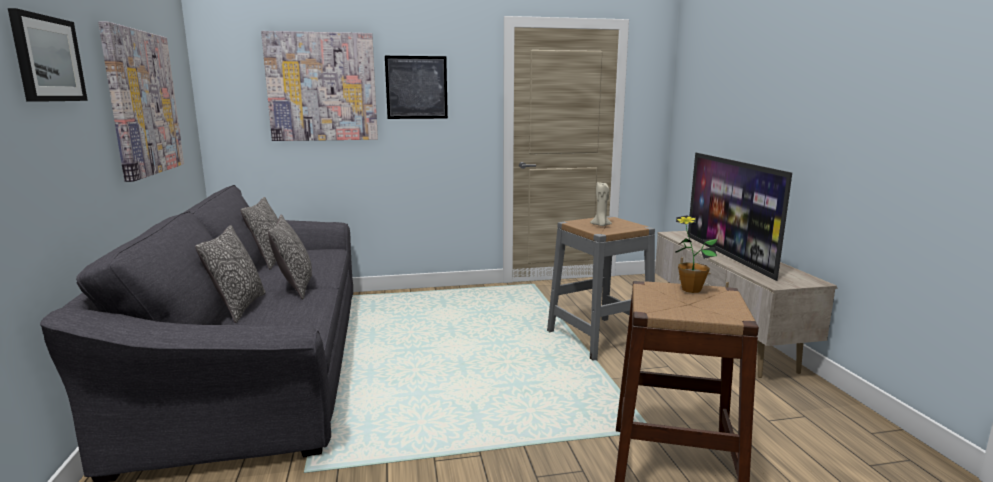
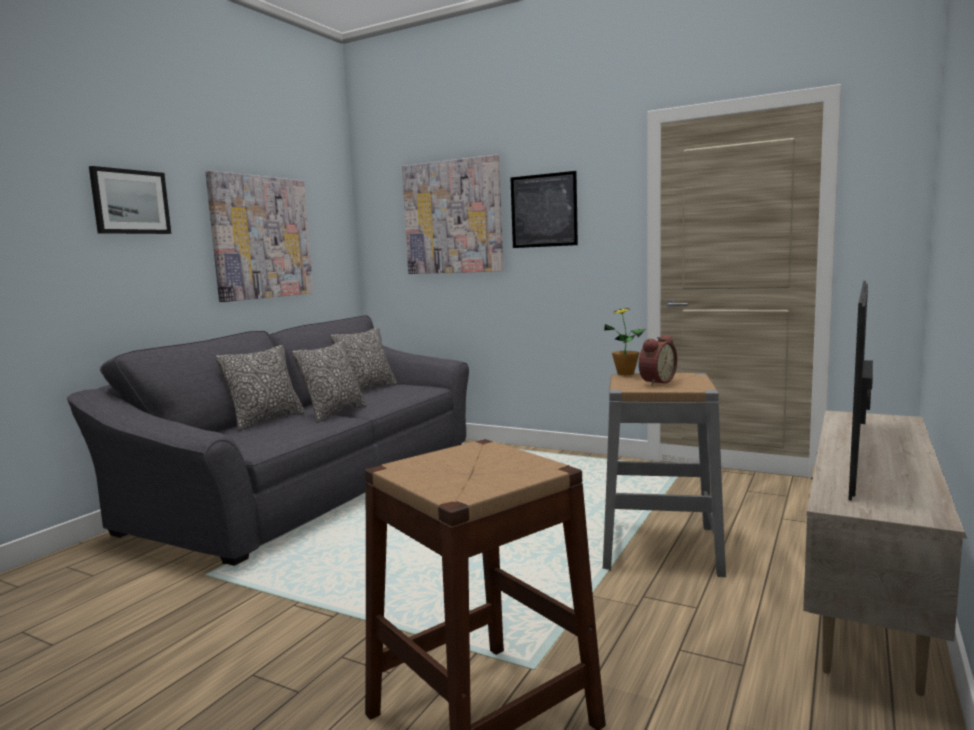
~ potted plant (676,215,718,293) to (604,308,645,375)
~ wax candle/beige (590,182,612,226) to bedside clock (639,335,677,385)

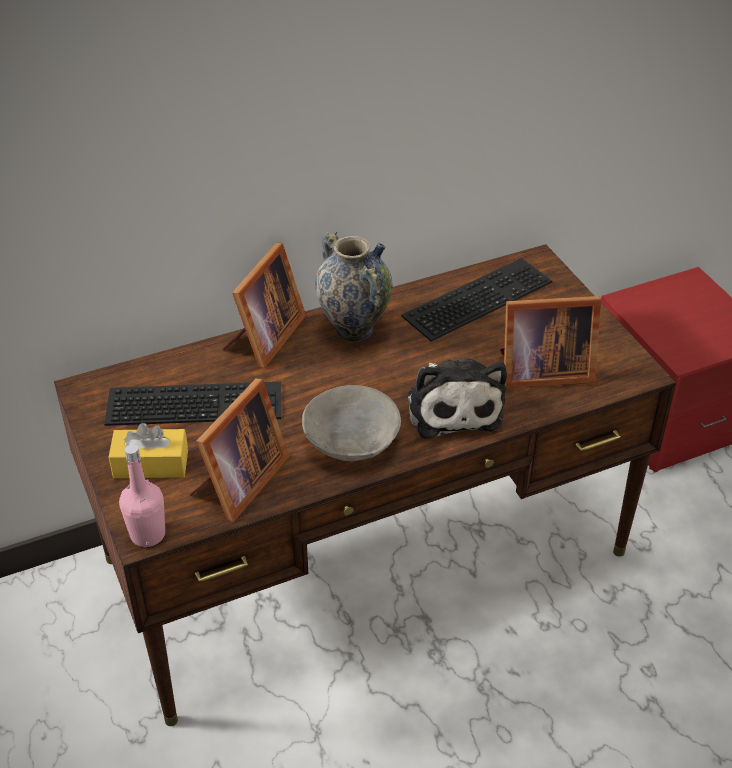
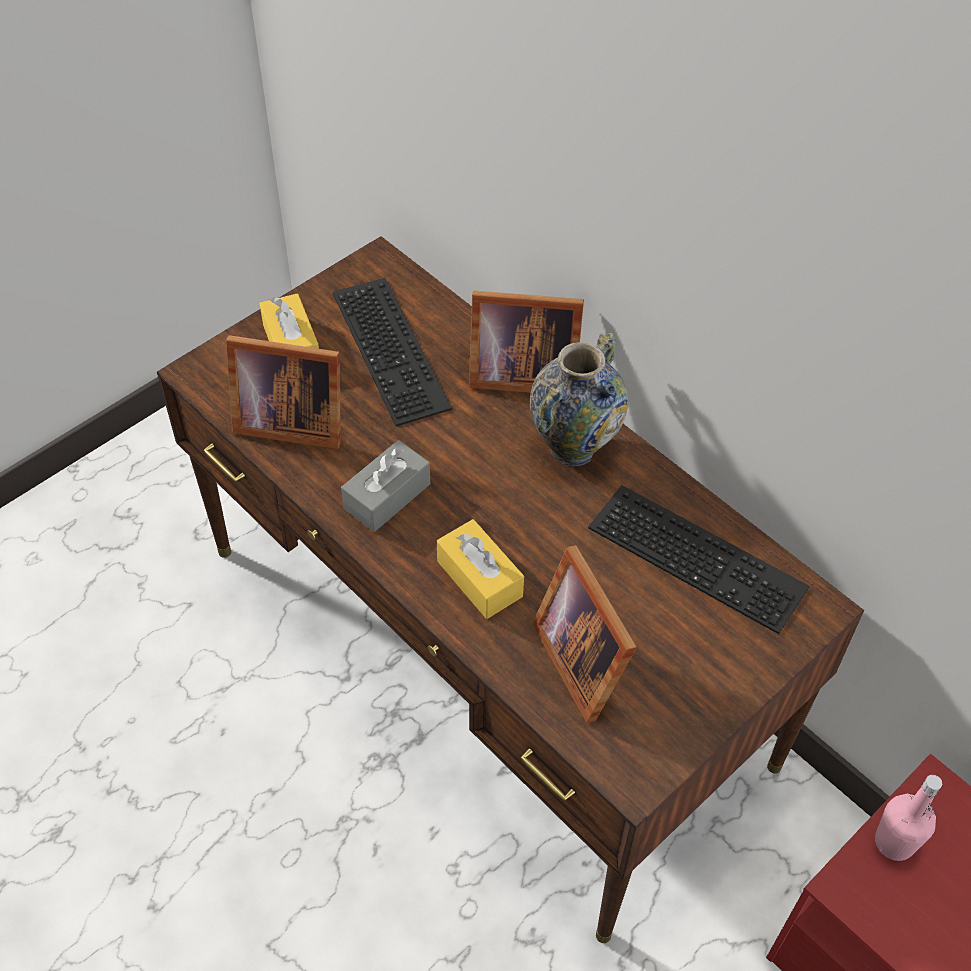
~ bottle/pink-coloured (119,444,165,547) to (875,775,942,861)
~ serving bowl/grey (302,385,401,461) to tissue holder/grey (341,440,430,532)
~ cuddly toy (407,358,507,438) to tissue holder/yellowish (437,519,524,619)

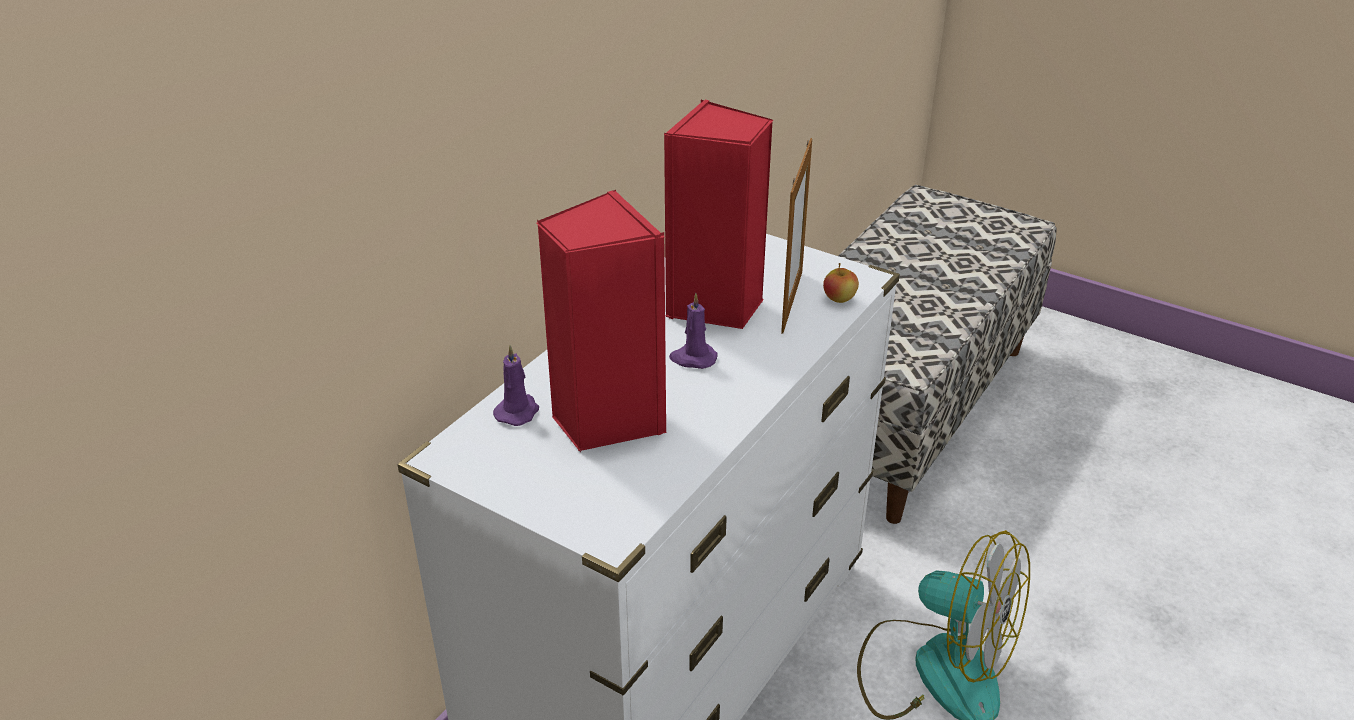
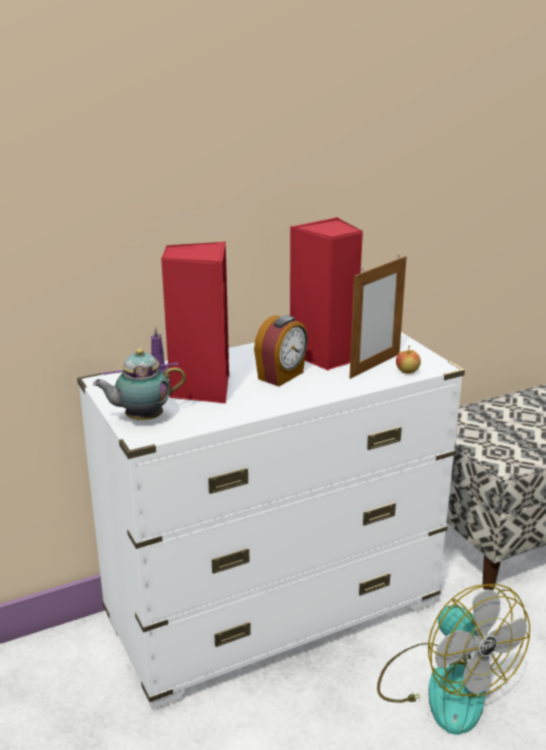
+ teapot (93,349,186,420)
~ wax candle/purple-coloured (669,293,718,369) to bedside clock (254,315,308,387)

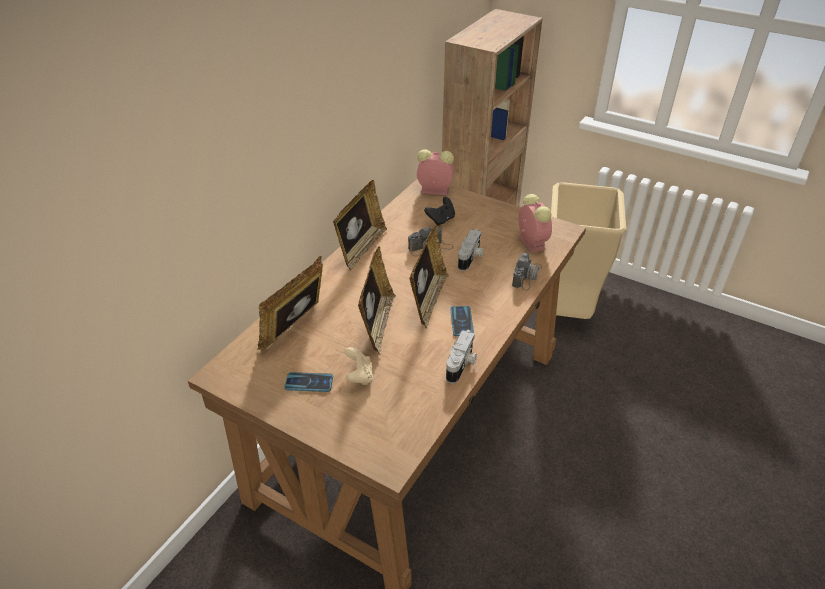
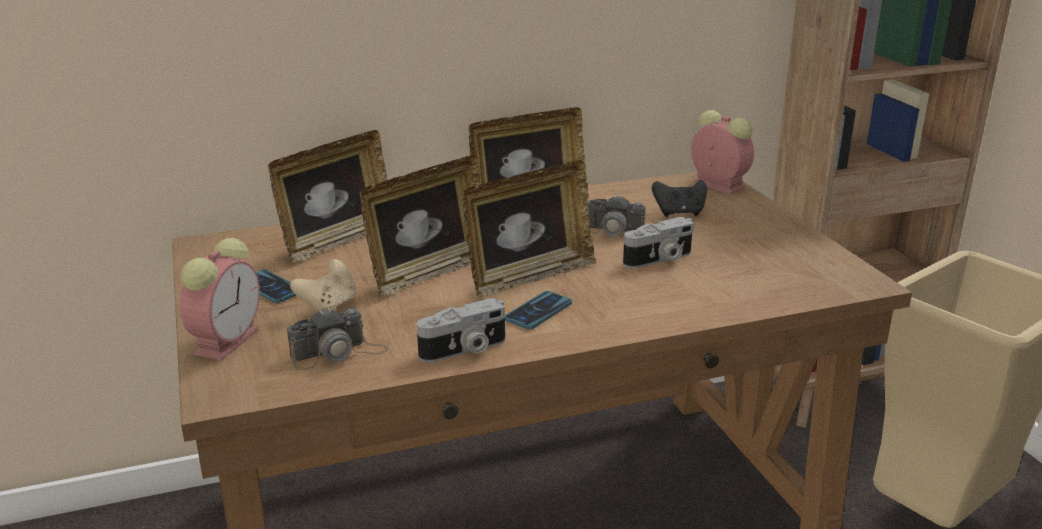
~ still camera (512,253,542,291) to (287,307,388,370)
~ bedside clock (518,194,552,253) to (180,238,260,361)
~ standing frame (257,255,323,350) = (268,130,388,263) 150 degrees clockwise

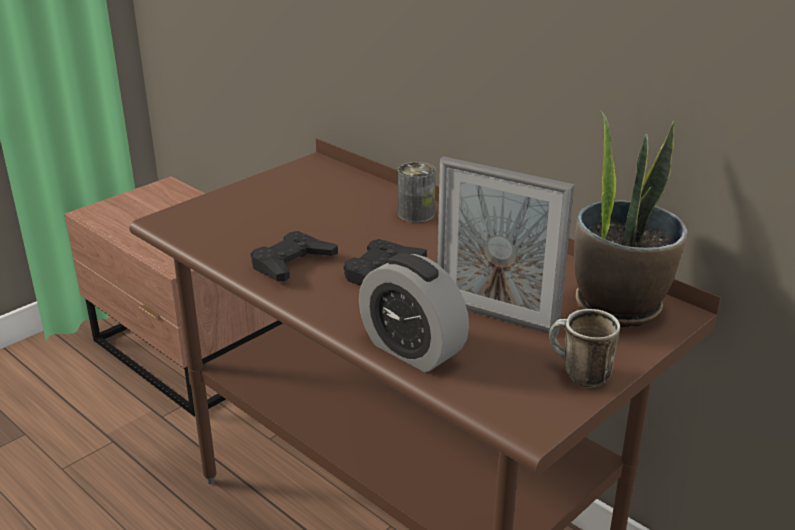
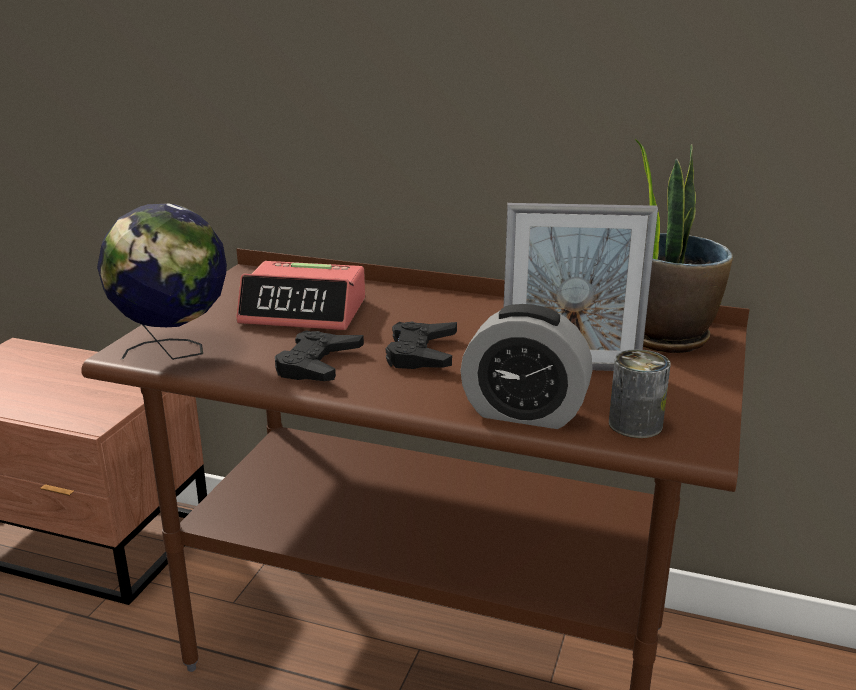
- coffee mug (549,309,620,388)
+ desk globe (97,204,227,360)
+ bedside clock (236,261,365,330)
~ metal can (398,162,436,223) to (609,349,671,438)

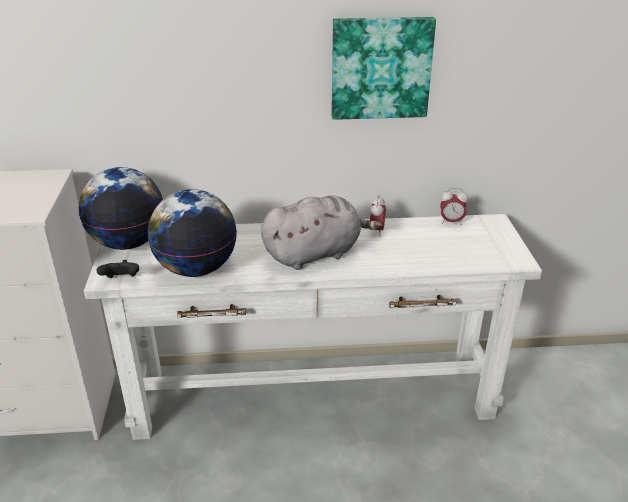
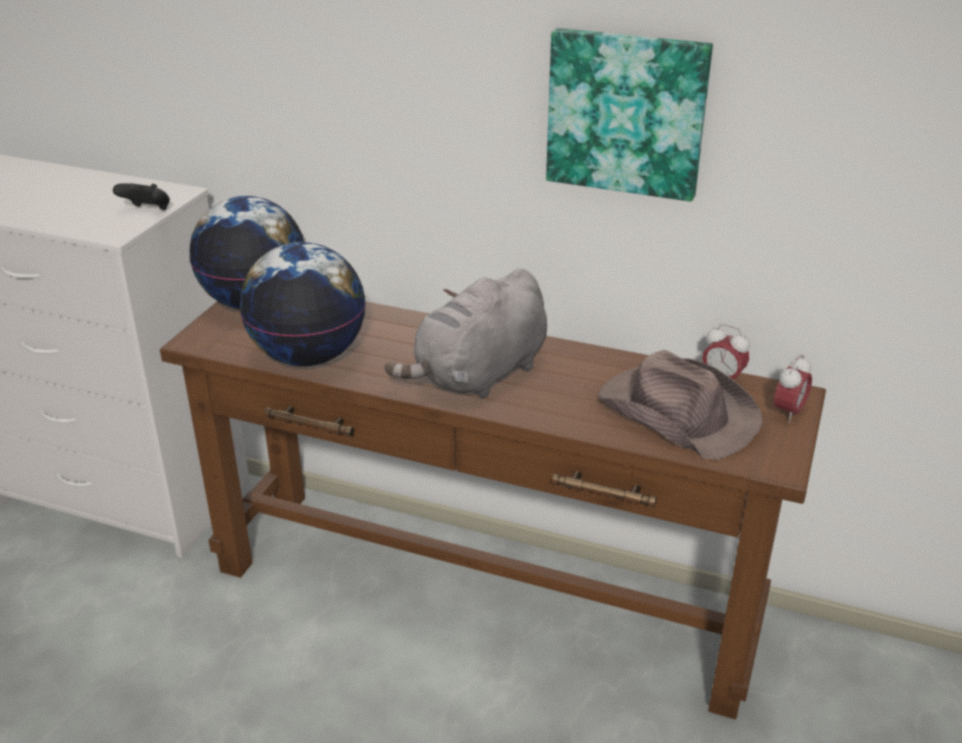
+ hat/brownish (598,350,763,460)
~ gamepad/black (97,260,139,278) to (113,183,170,210)
~ bedside clock (370,195,386,234) to (774,354,812,423)
~ console table/whitish (84,214,542,440) to console table/brownish (160,301,826,720)
~ cuddly toy/grey (261,195,382,270) = (385,268,547,399) 135 degrees clockwise

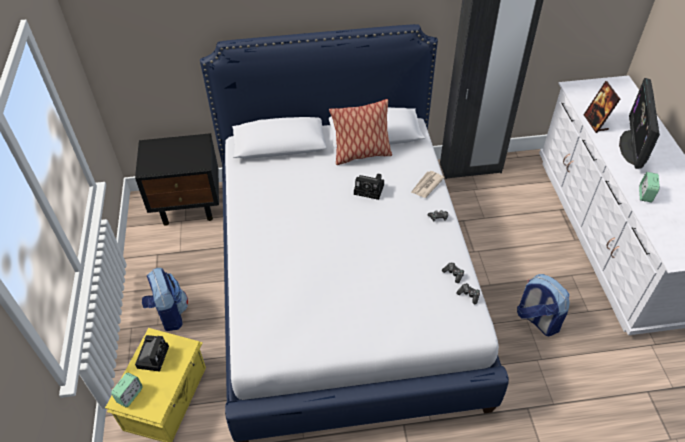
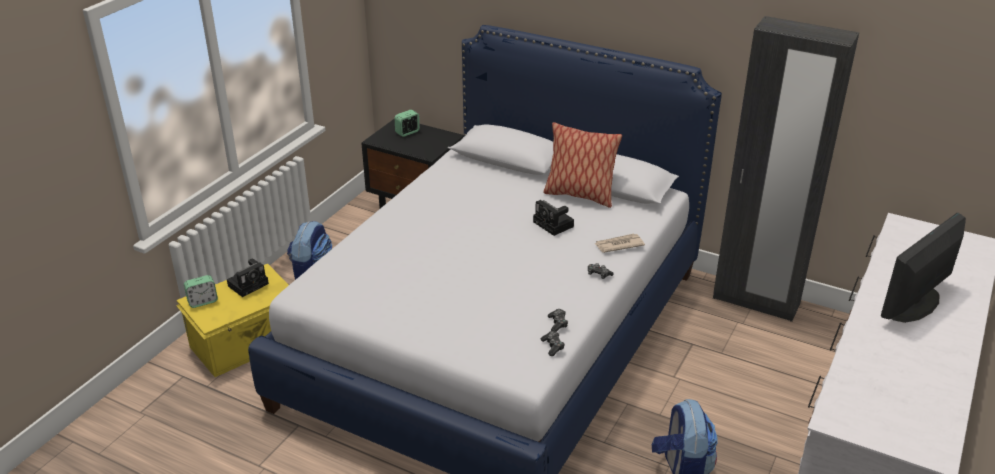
- standing frame (584,81,620,133)
~ bedside clock (639,172,660,202) to (395,110,420,137)

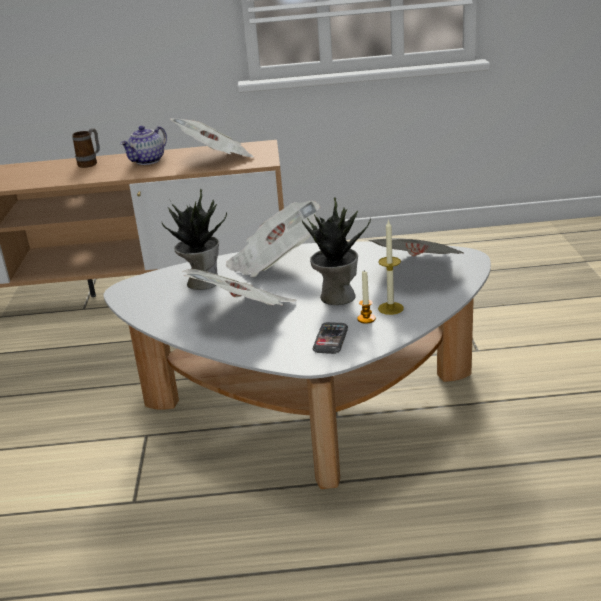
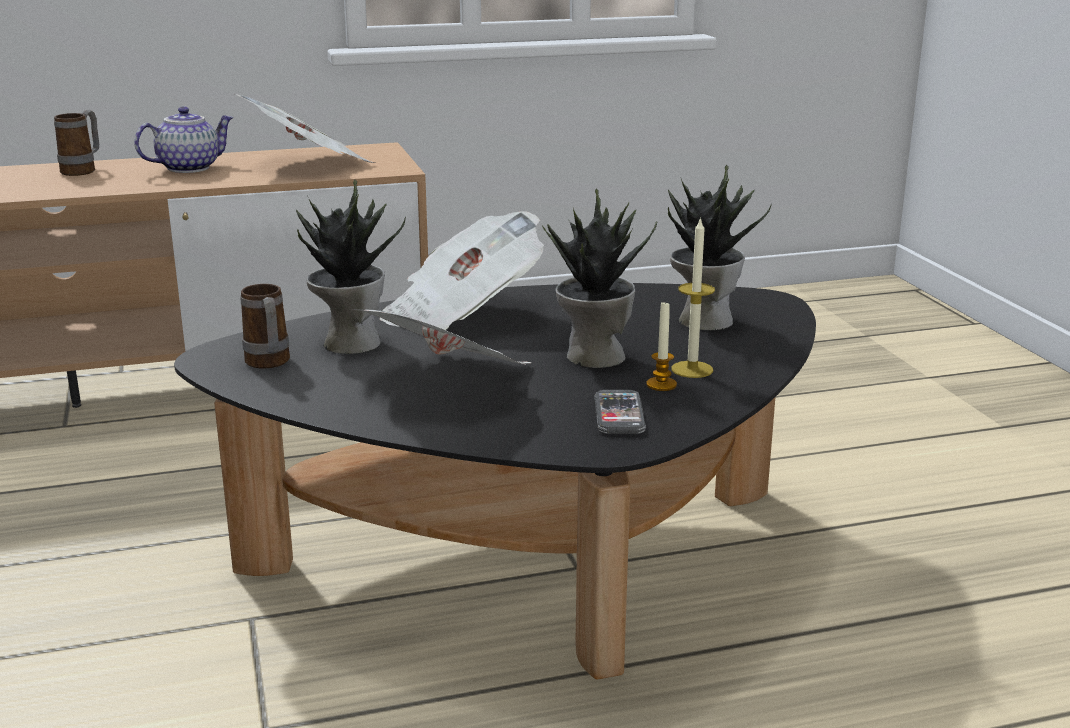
+ coffee mug (240,284,290,368)
~ newspaper (363,238,463,256) to potted plant (667,165,772,330)
~ coffee table/whitish (103,241,491,489) to coffee table/black (174,283,816,680)
~ teapot (120,126,167,165) = (134,106,234,173) 150 degrees counterclockwise

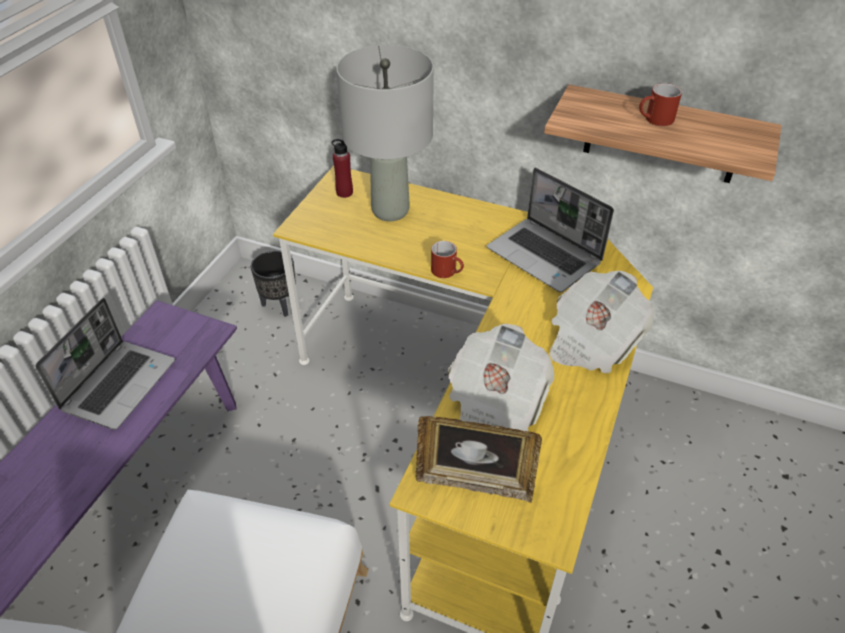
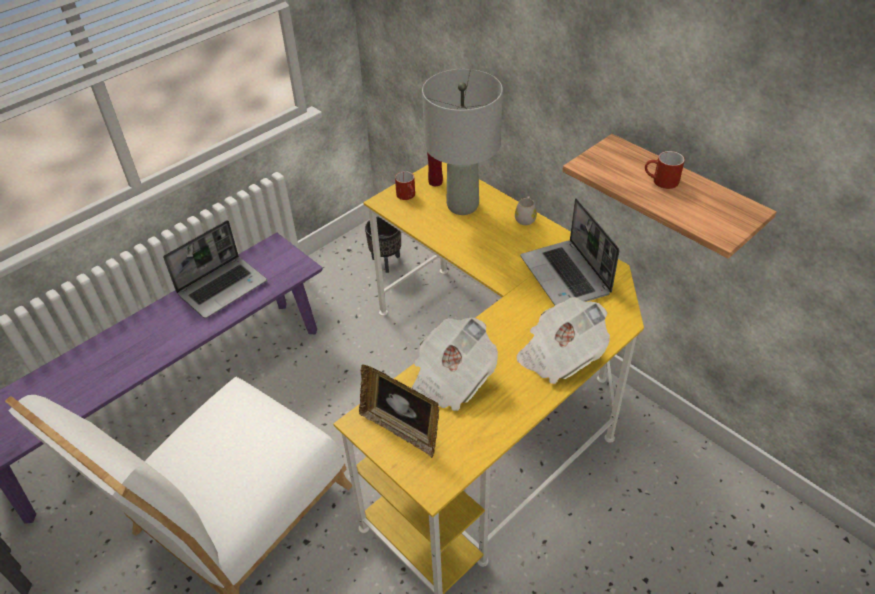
+ coffee mug/whitish (515,196,537,225)
~ coffee mug/red-coloured (431,241,464,278) to (395,171,415,200)

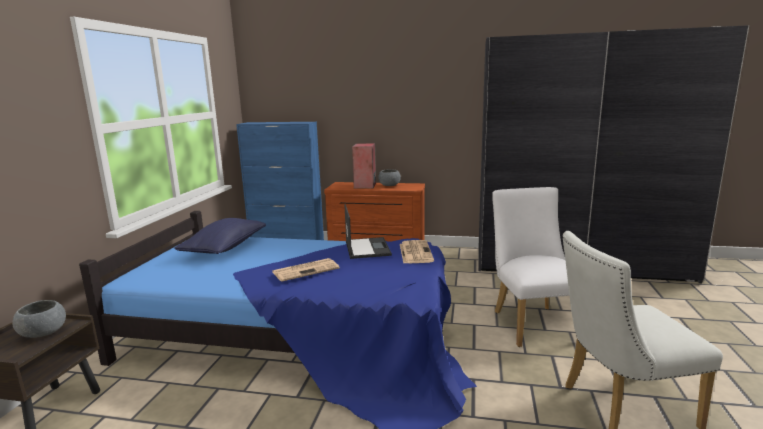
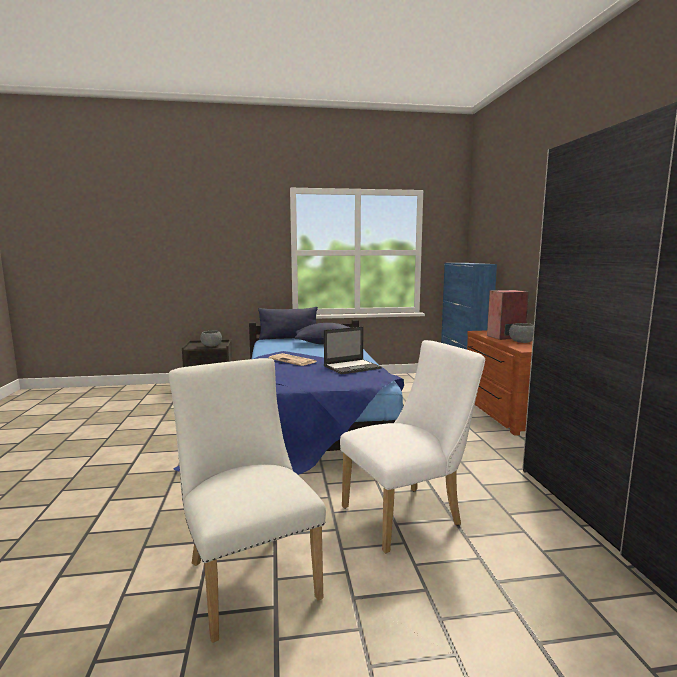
- newspaper (400,240,434,264)
+ throw pillow/blue (258,307,318,340)

